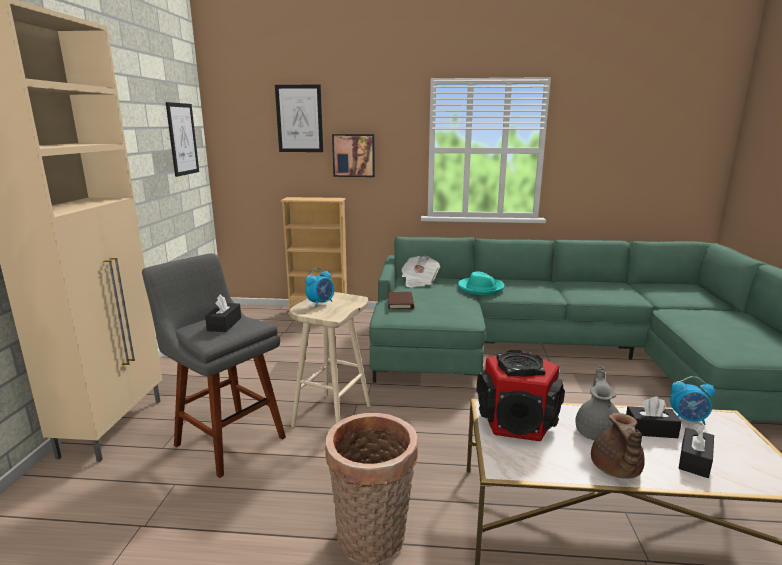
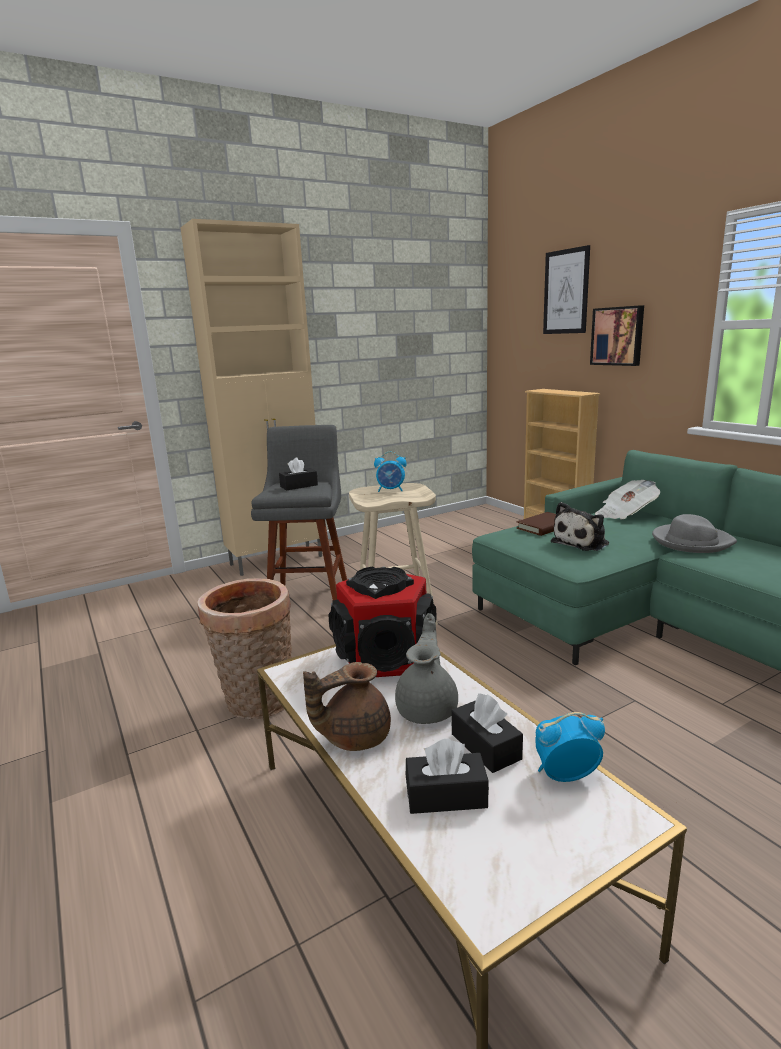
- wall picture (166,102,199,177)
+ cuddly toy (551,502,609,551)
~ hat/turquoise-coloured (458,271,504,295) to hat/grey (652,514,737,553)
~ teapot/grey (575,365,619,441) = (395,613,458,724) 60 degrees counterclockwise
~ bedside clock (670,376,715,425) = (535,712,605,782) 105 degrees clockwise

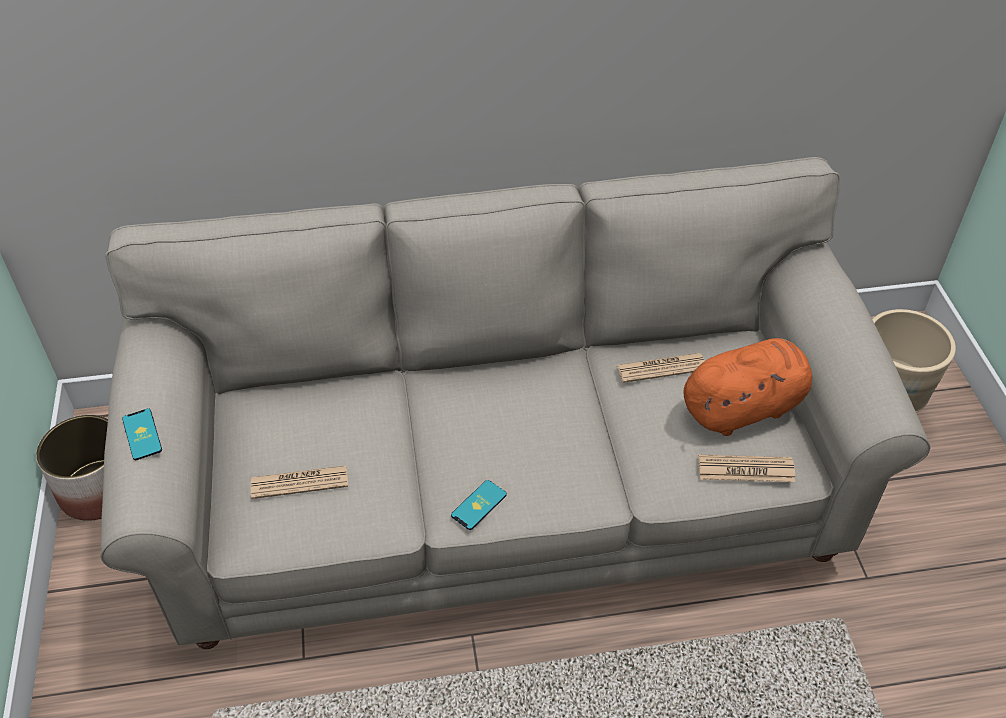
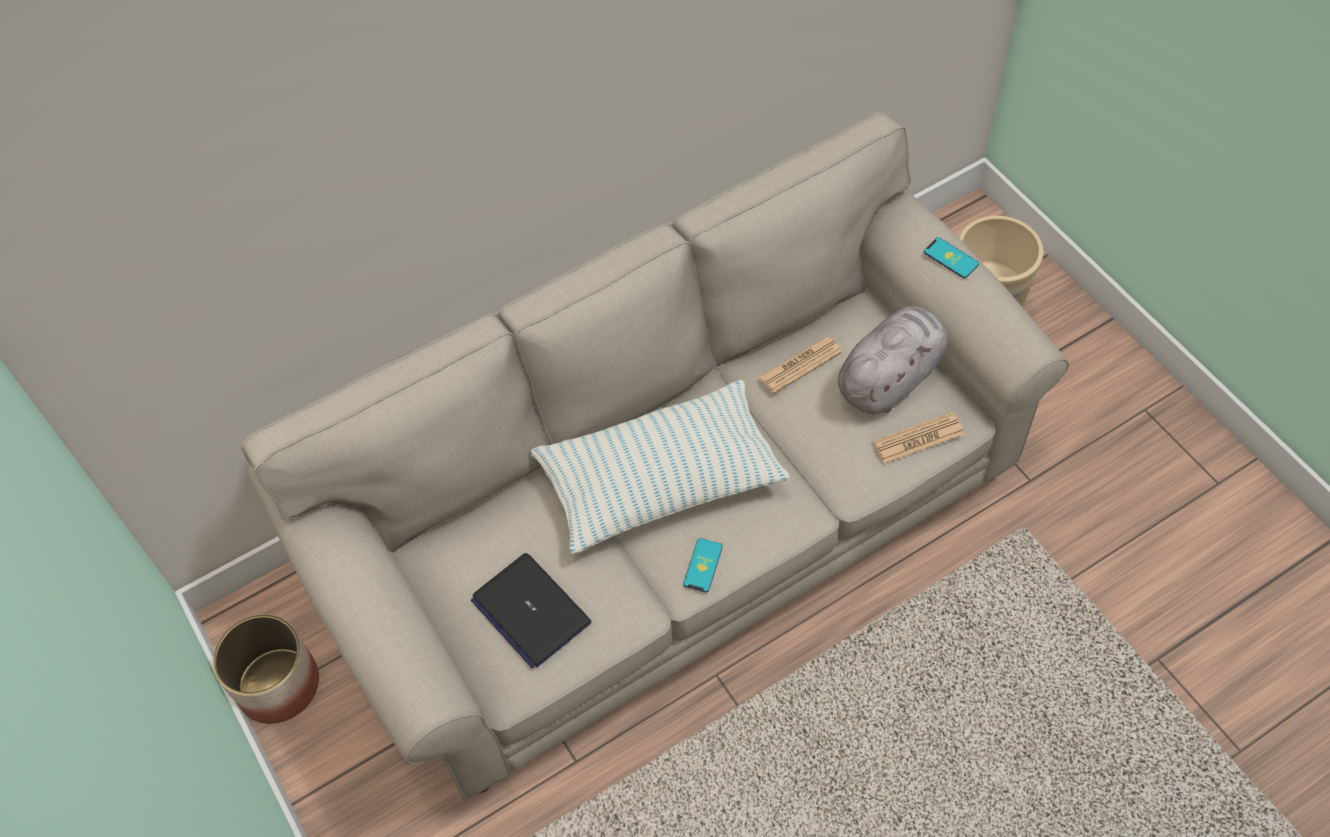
+ throw pillow (531,380,790,554)
~ telephone (122,408,162,460) to (924,237,979,278)
~ newspaper (251,465,348,499) to portable computer (471,553,592,668)
~ cuddly toy/orangey (683,338,812,436) to cuddly toy/grey (838,306,948,414)

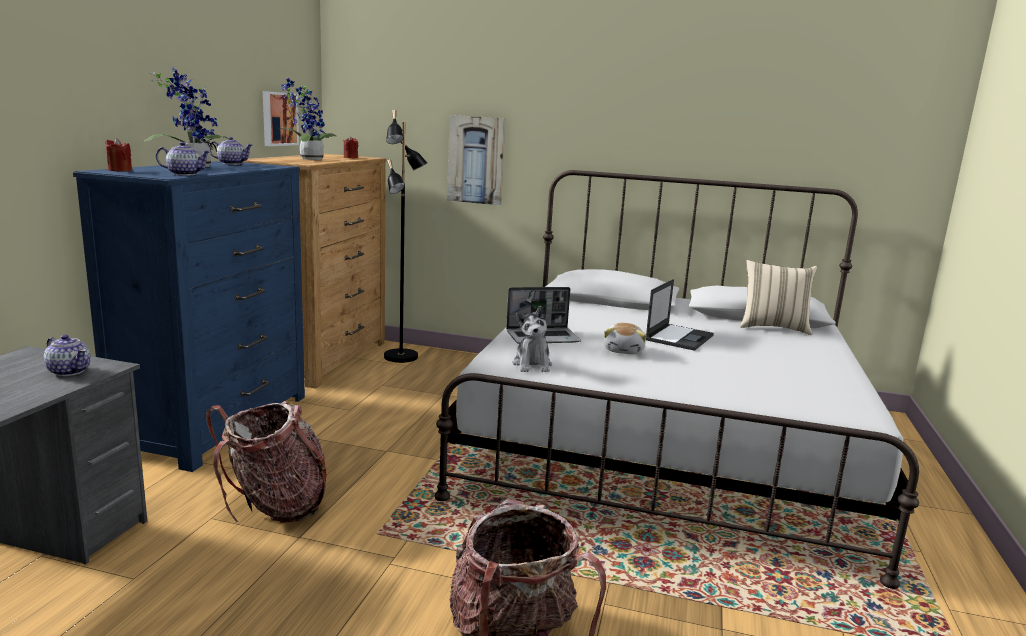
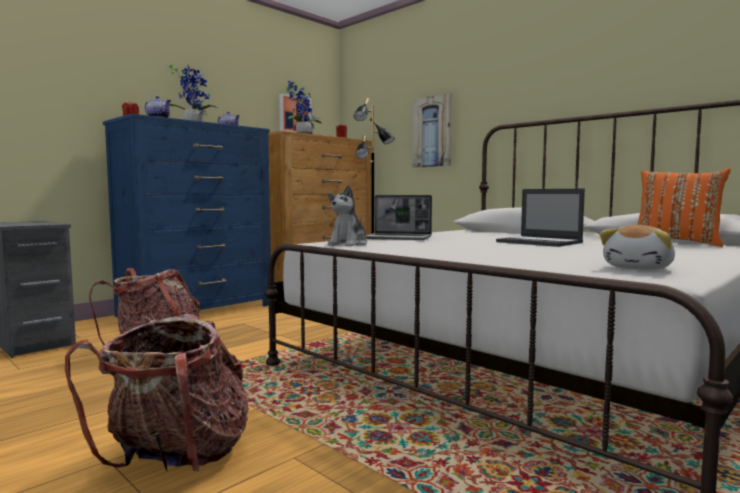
- teapot (44,335,91,376)
~ cuddly toy (604,323,647,354) to (600,225,675,270)
~ throw pillow/beige (740,260,817,335) to throw pillow/orangey (638,168,731,247)
~ portable computer (646,279,714,351) = (496,189,585,247) 75 degrees clockwise

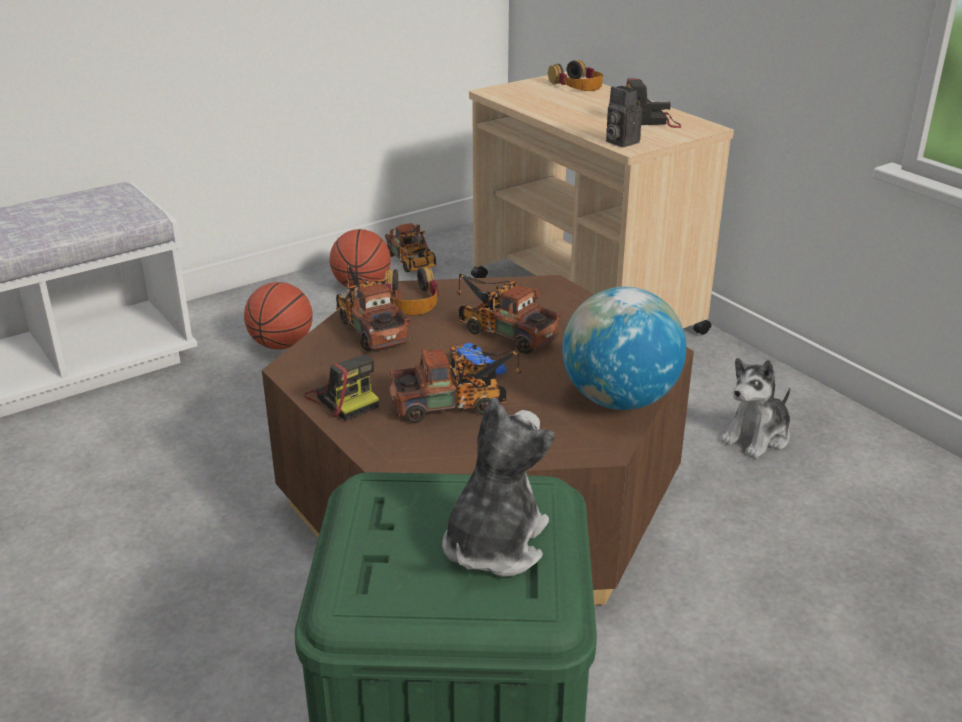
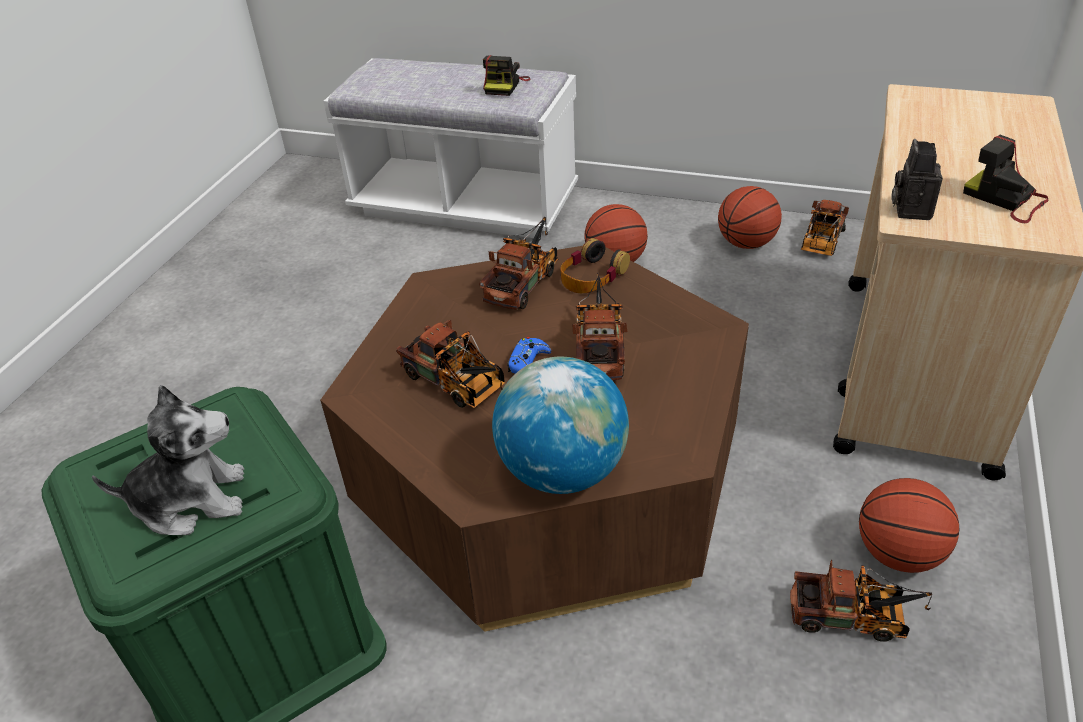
- headset (548,60,603,91)
+ basketball ball (859,478,960,573)
~ still camera (304,355,379,421) to (483,55,530,96)
~ cuddly toy (720,358,791,458) to toy truck (790,560,933,642)

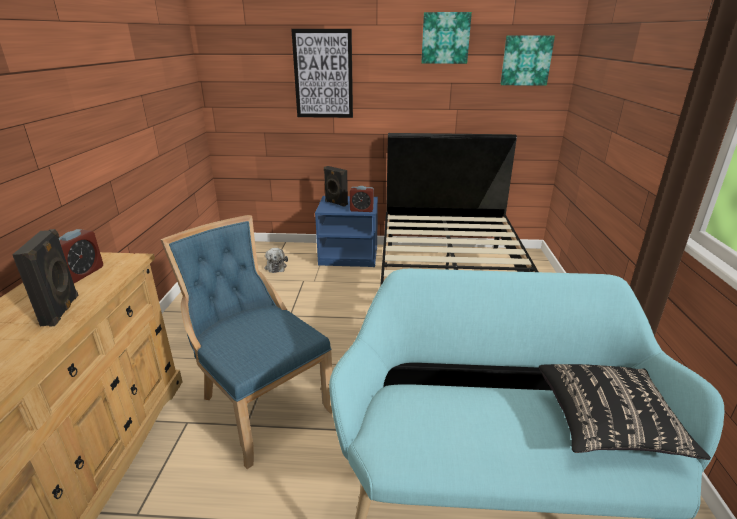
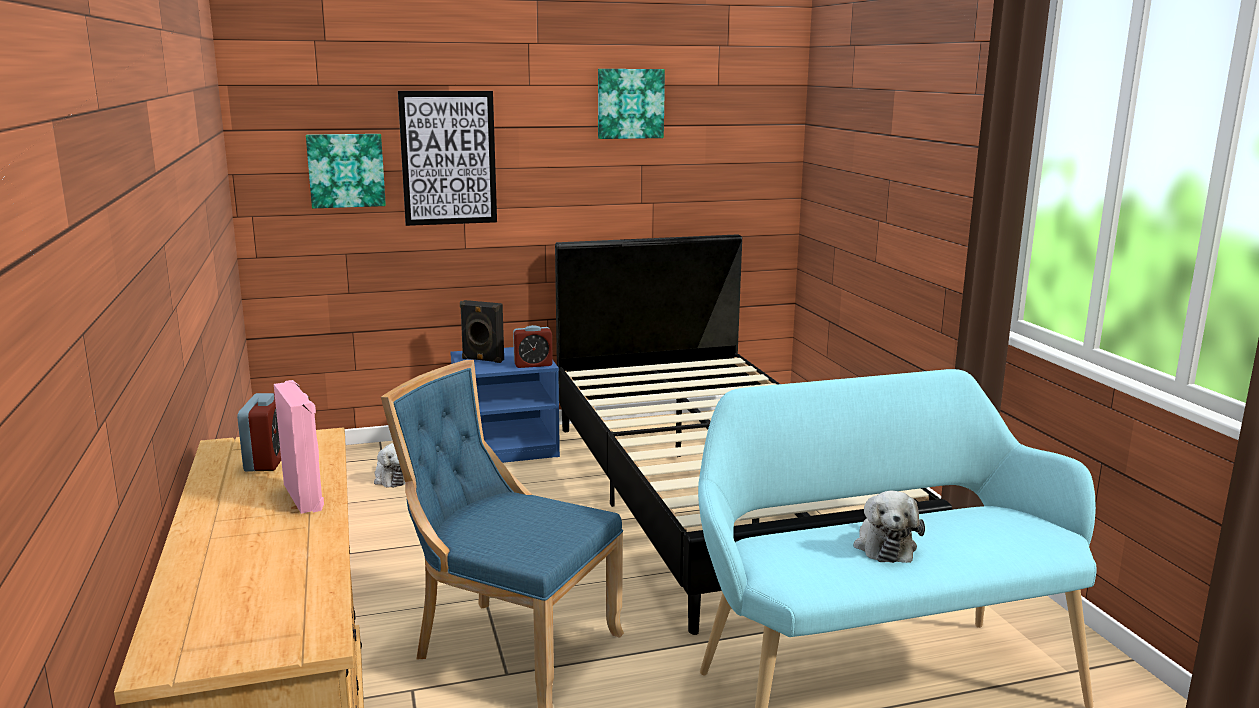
- throw pillow/black (539,364,711,460)
+ cuddly toy (854,491,925,563)
~ wall picture (500,35,555,86) to (306,134,386,208)
~ speaker/black (12,229,78,327) to speaker/pink-coloured (274,380,324,514)

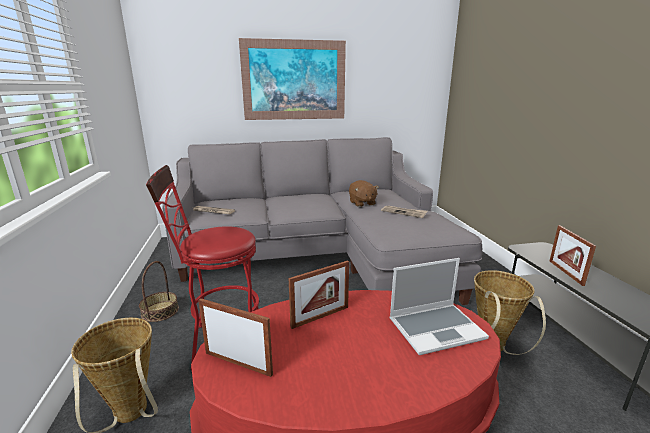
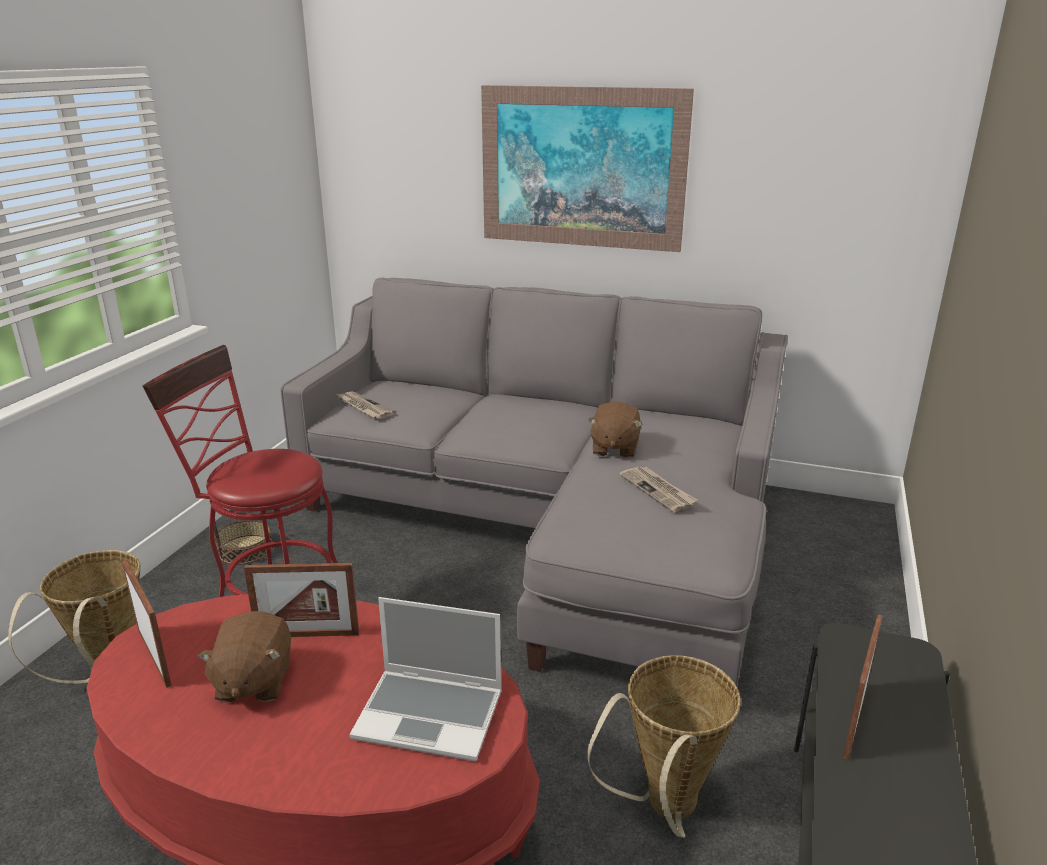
+ cuddly toy/brownish (198,611,291,702)

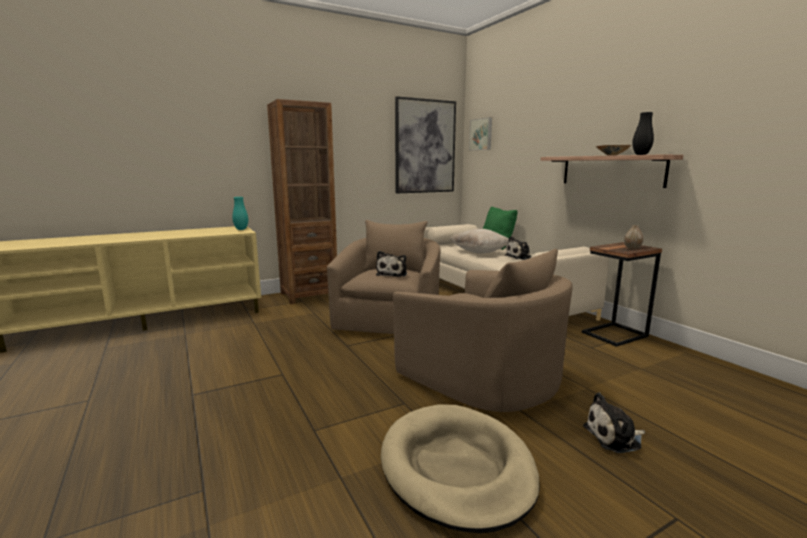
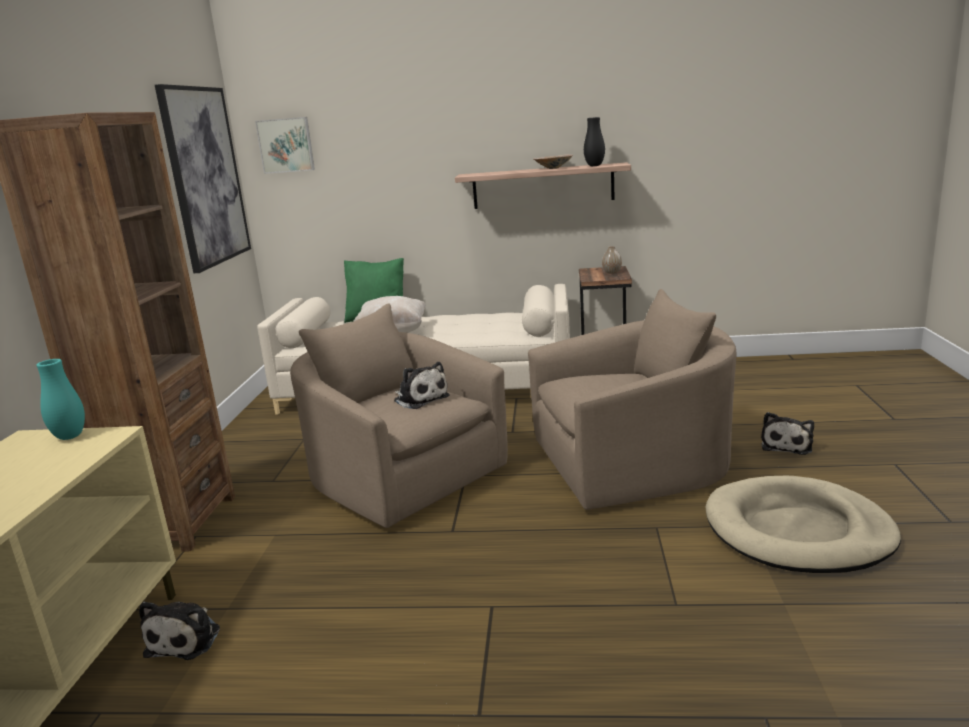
~ cuddly toy (504,236,532,260) to (139,602,220,660)

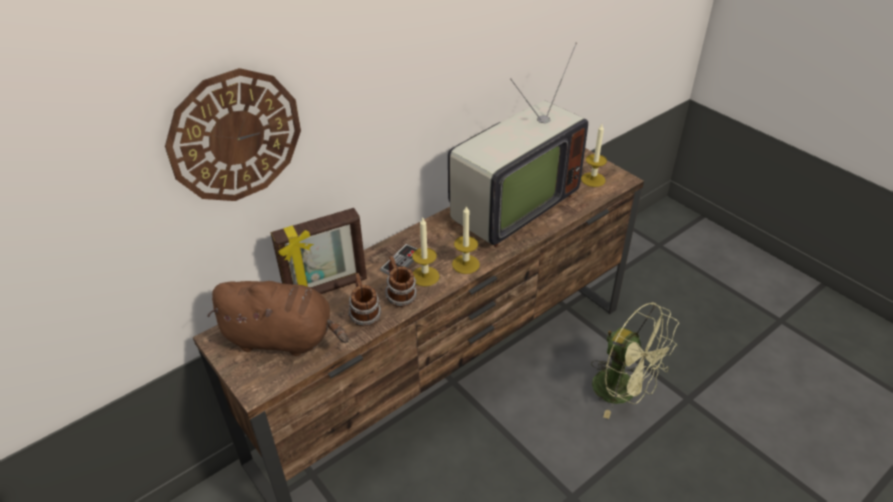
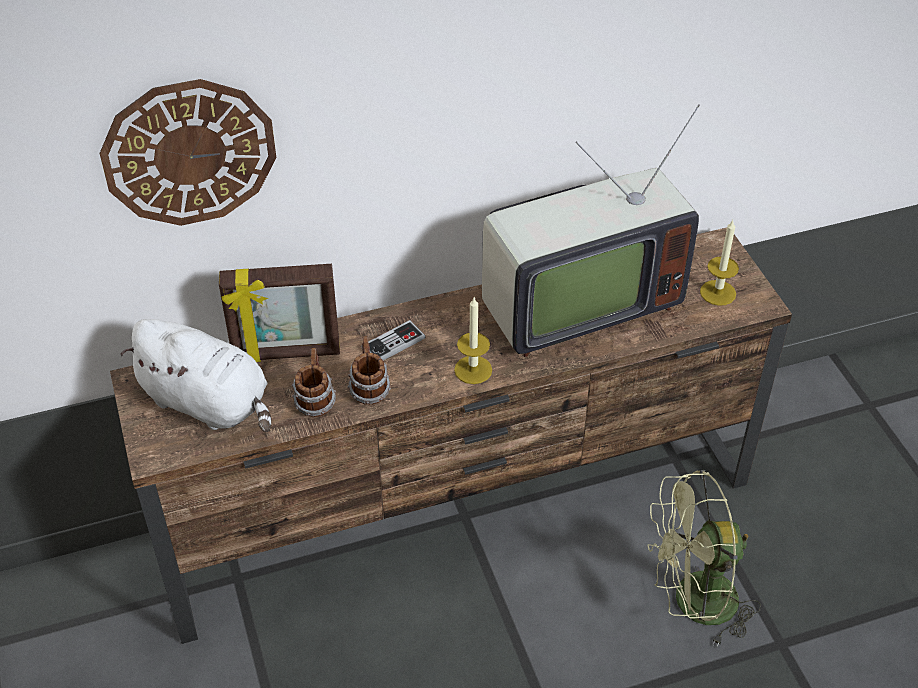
- wax candle (412,218,440,286)
~ cuddly toy/brownish (207,281,349,356) to cuddly toy/whitish (121,319,271,432)
~ fan/green-coloured (591,302,679,419) = (647,470,761,647) 105 degrees clockwise

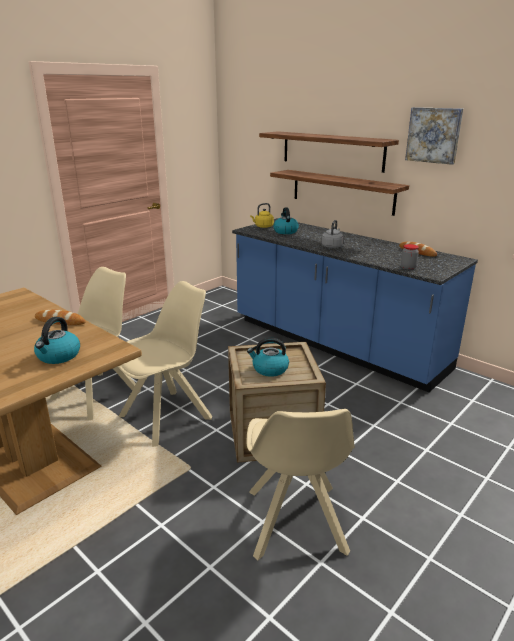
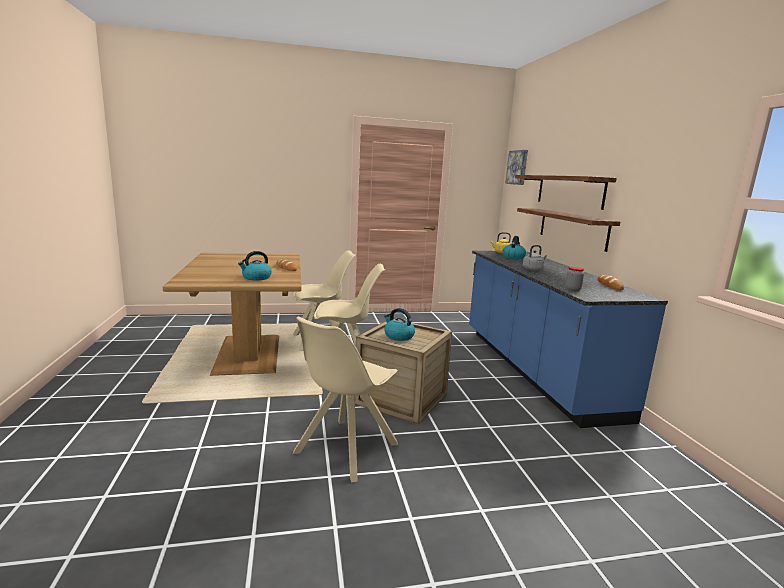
~ wall picture (405,107,463,165) to (505,150,528,185)

